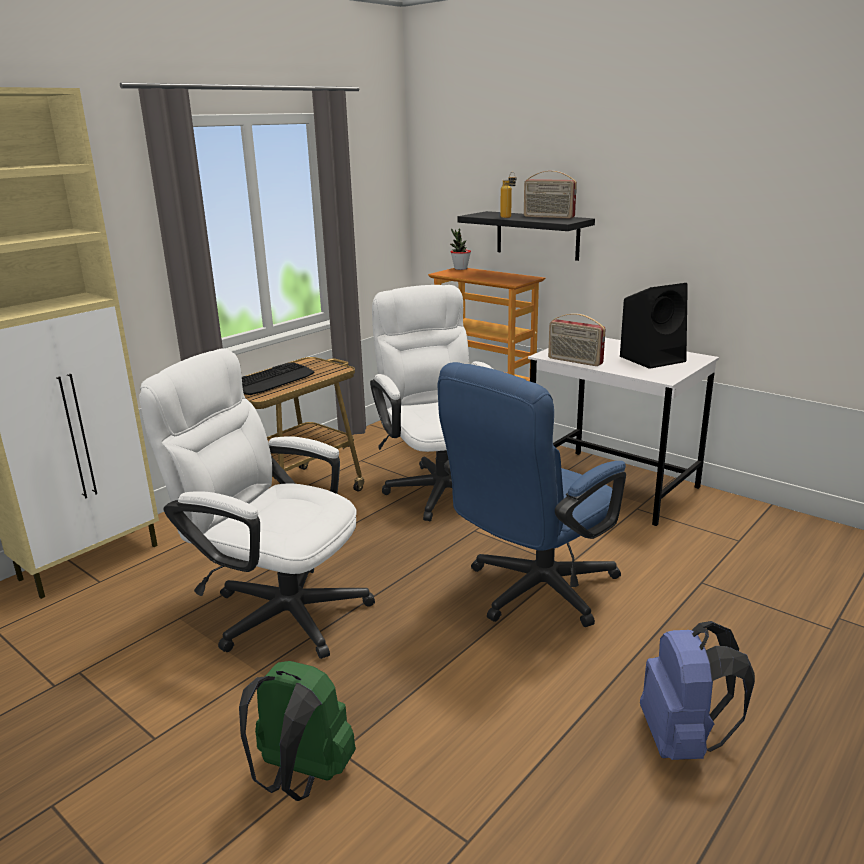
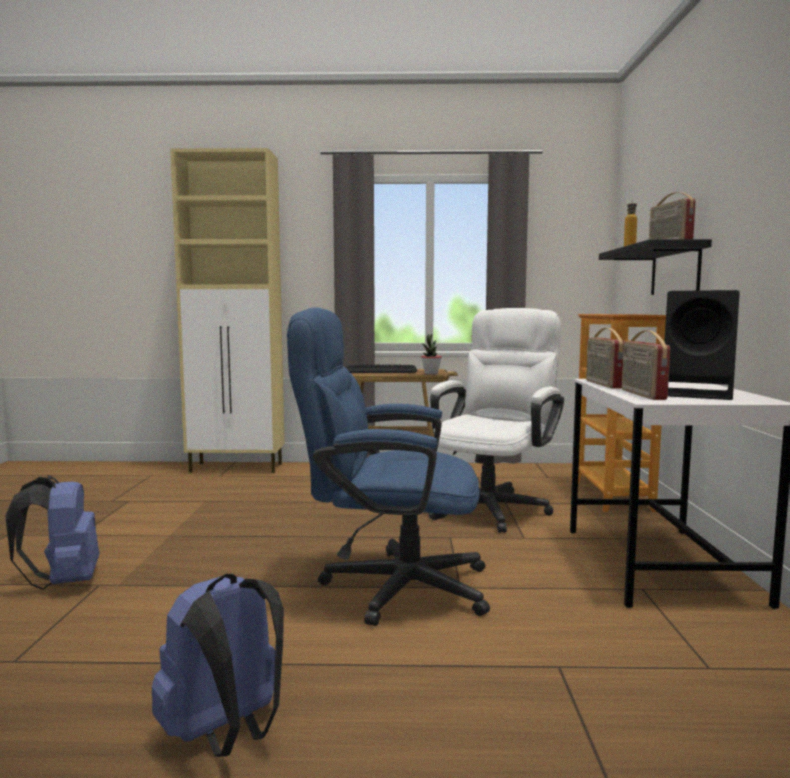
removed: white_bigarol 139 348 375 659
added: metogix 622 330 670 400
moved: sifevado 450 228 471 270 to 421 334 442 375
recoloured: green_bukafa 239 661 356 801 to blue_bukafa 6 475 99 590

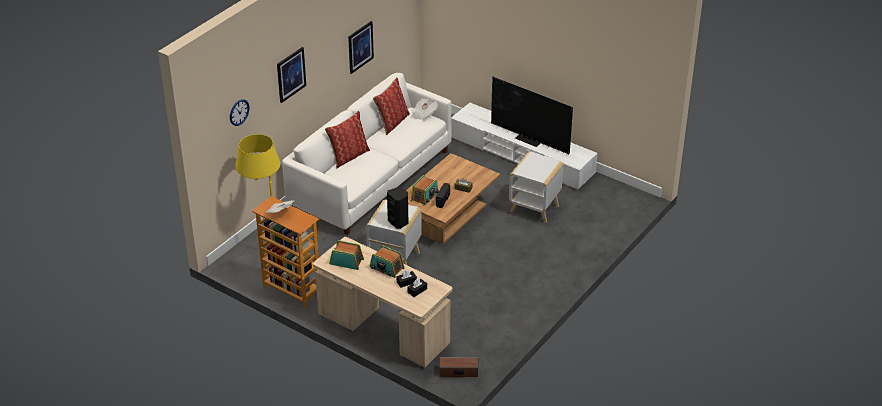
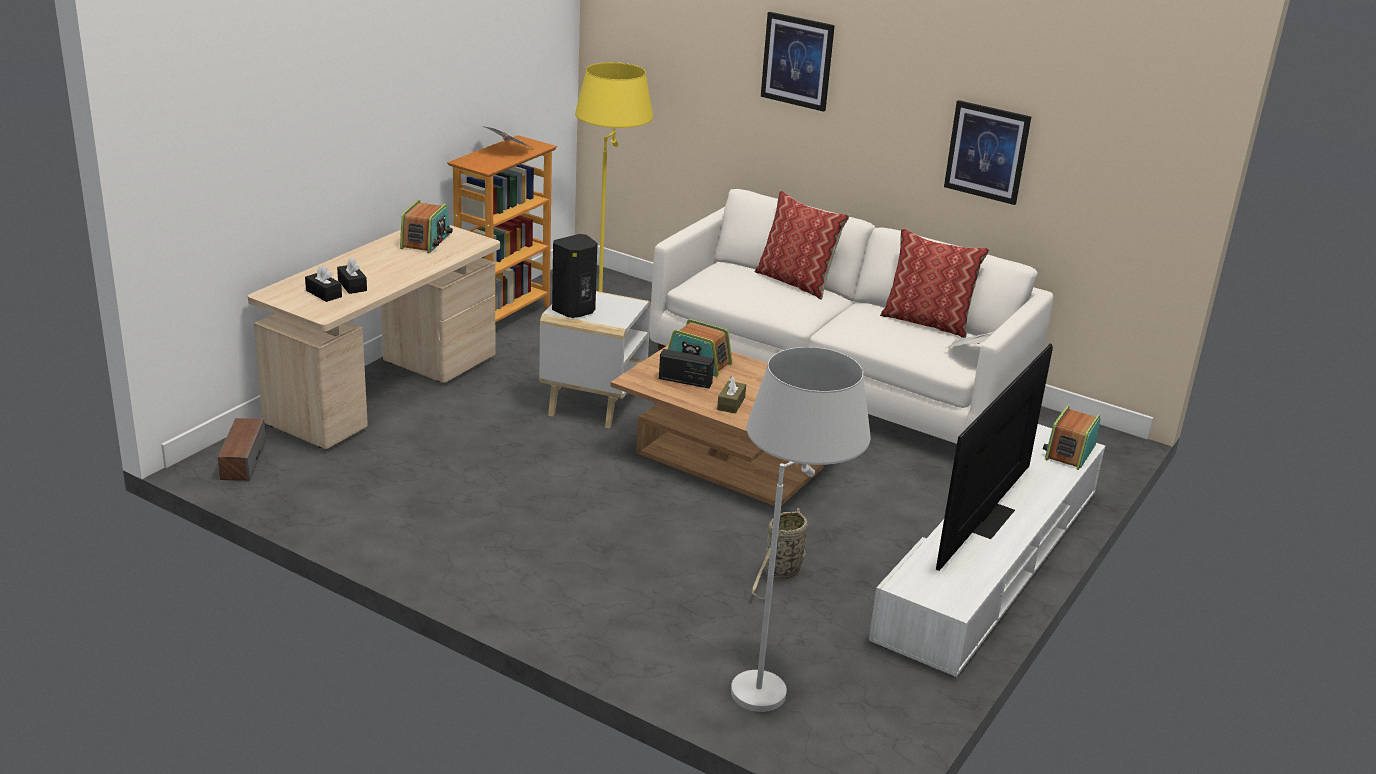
removed: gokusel 230 99 249 126
added: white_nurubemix 731 347 870 712
moved: metogix 370 245 405 278 to 1043 405 1100 470
replaced: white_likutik 509 152 563 223 to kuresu 752 508 808 599

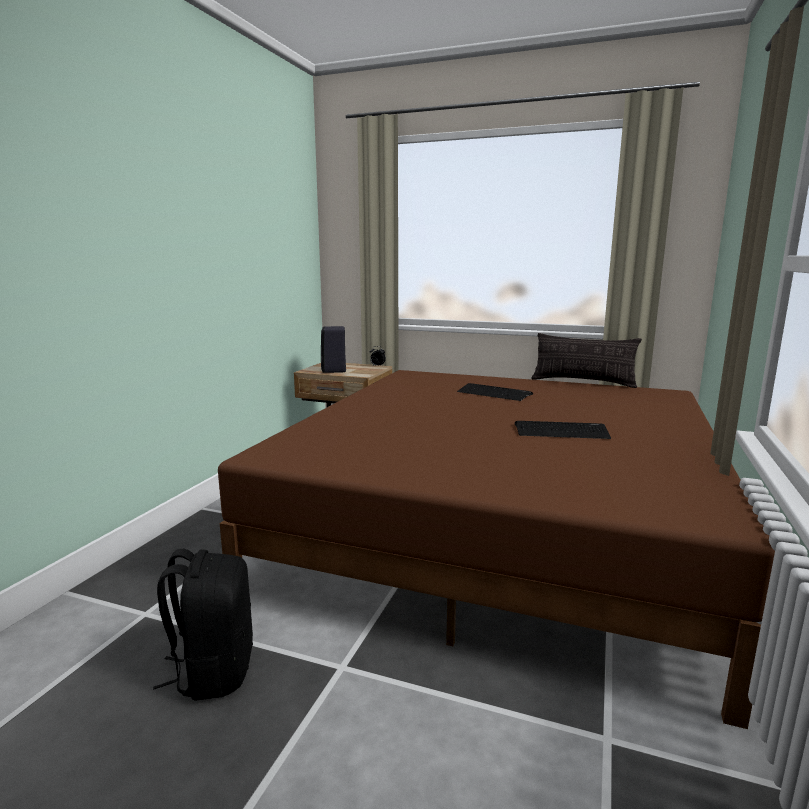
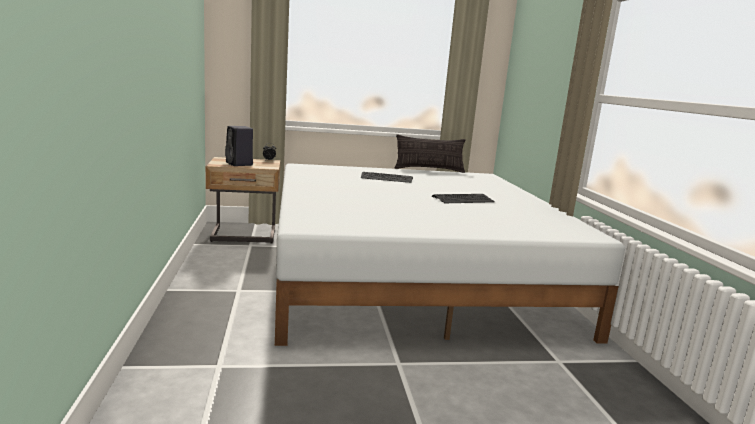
removed: black_bukafa 153 549 253 701
recoloured: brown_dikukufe 218 370 775 729 to white_dikukufe 275 163 625 346

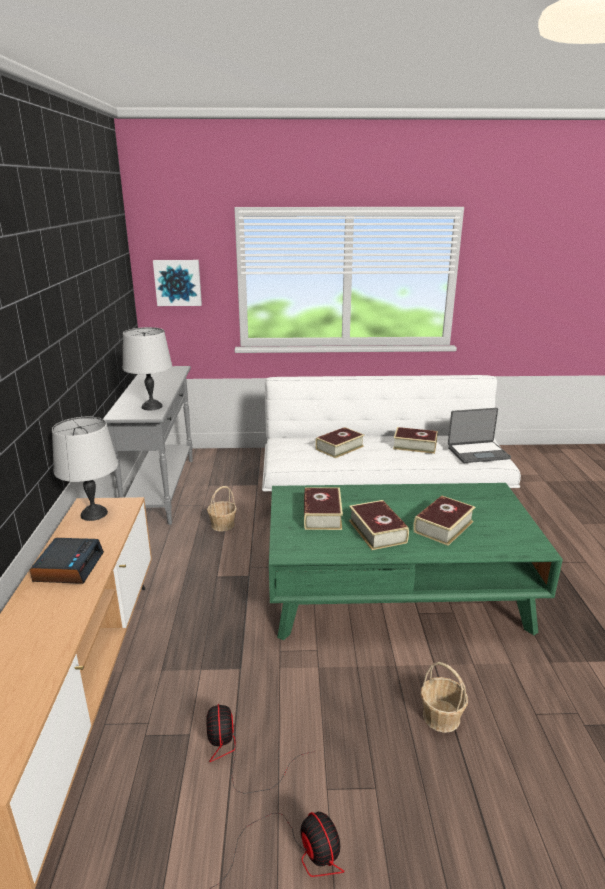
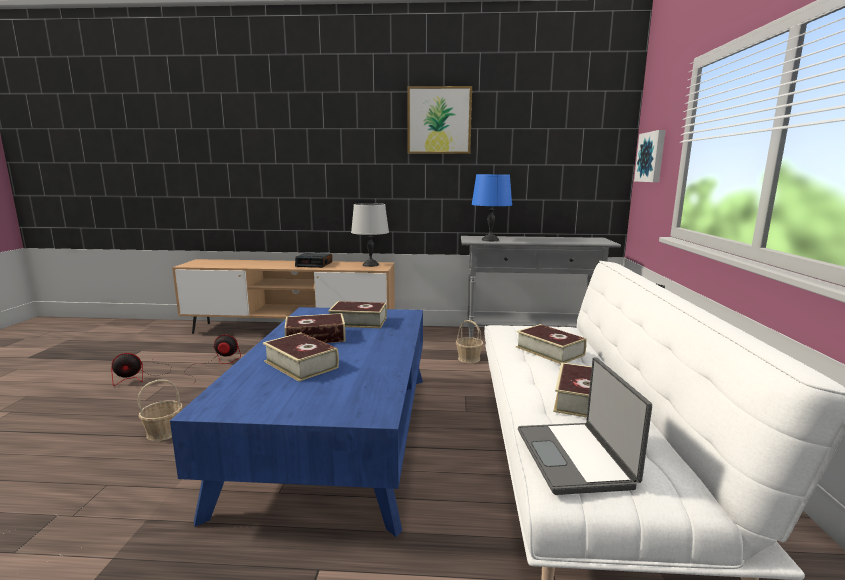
added: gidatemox 407 86 472 154
recoloured: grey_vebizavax 123 327 172 411 to blue_vebizavax 472 174 512 241; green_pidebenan 269 483 563 640 to blue_pidebenan 170 307 423 537

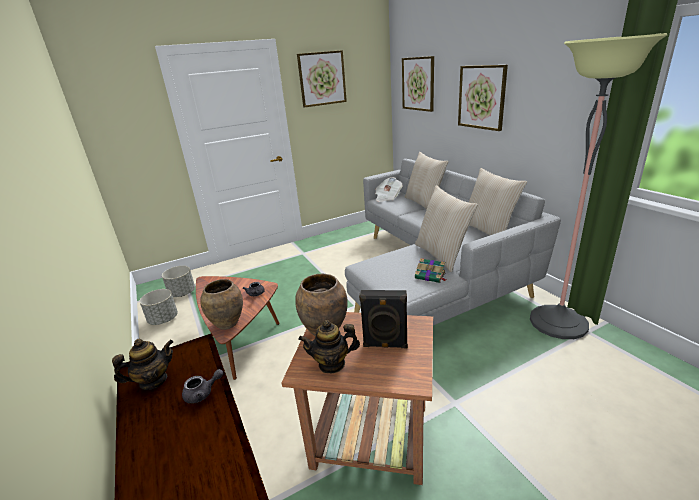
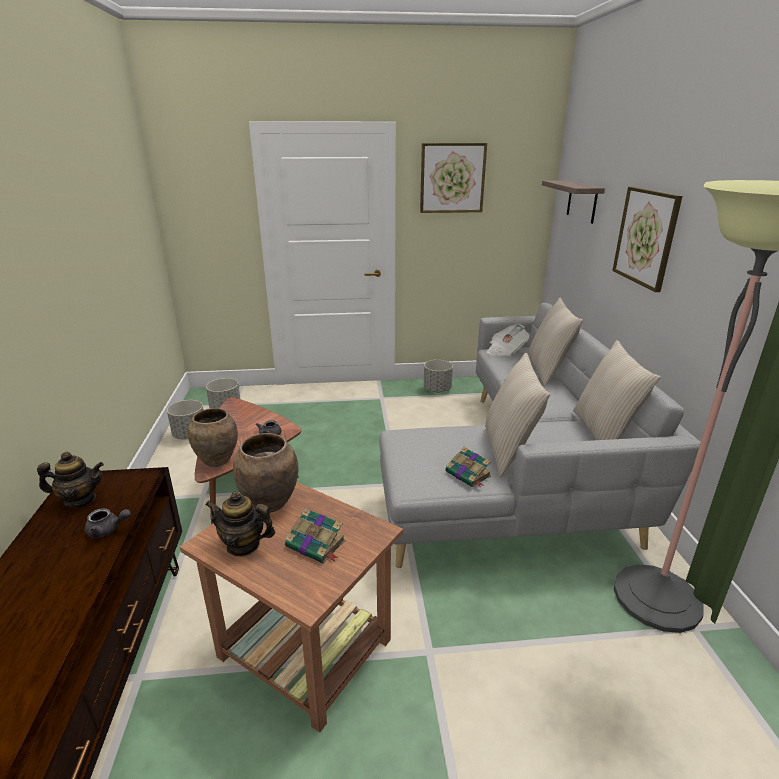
added: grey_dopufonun 424 360 453 392
replaced: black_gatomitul 359 290 408 348 to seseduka 285 508 346 563; gidatemox 402 56 434 112 to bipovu 542 180 605 224

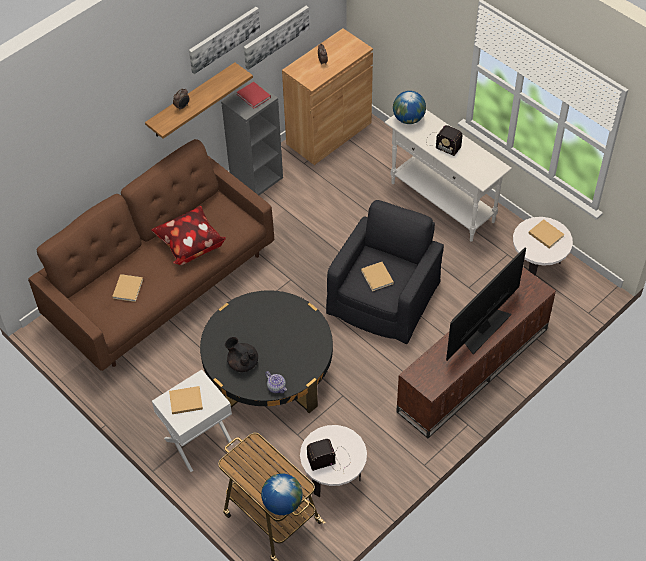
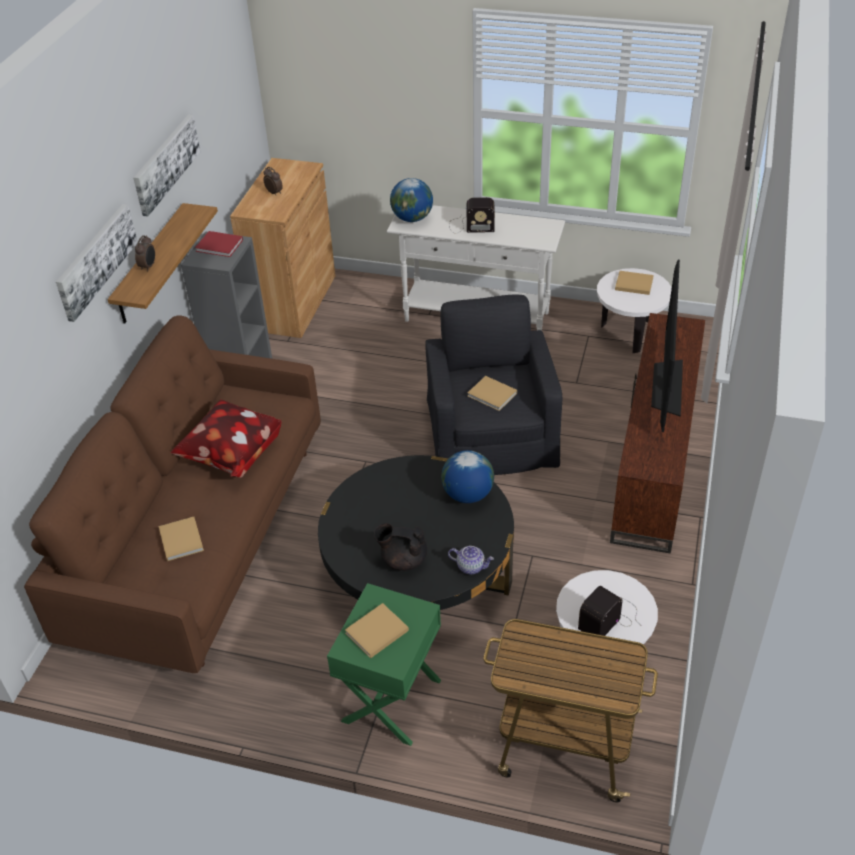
moved: gidatemox 244 6 309 70 to 56 204 138 322; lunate 261 473 303 515 to 441 450 494 503
recoloured: white_likutik 152 370 233 472 to green_likutik 327 583 441 746

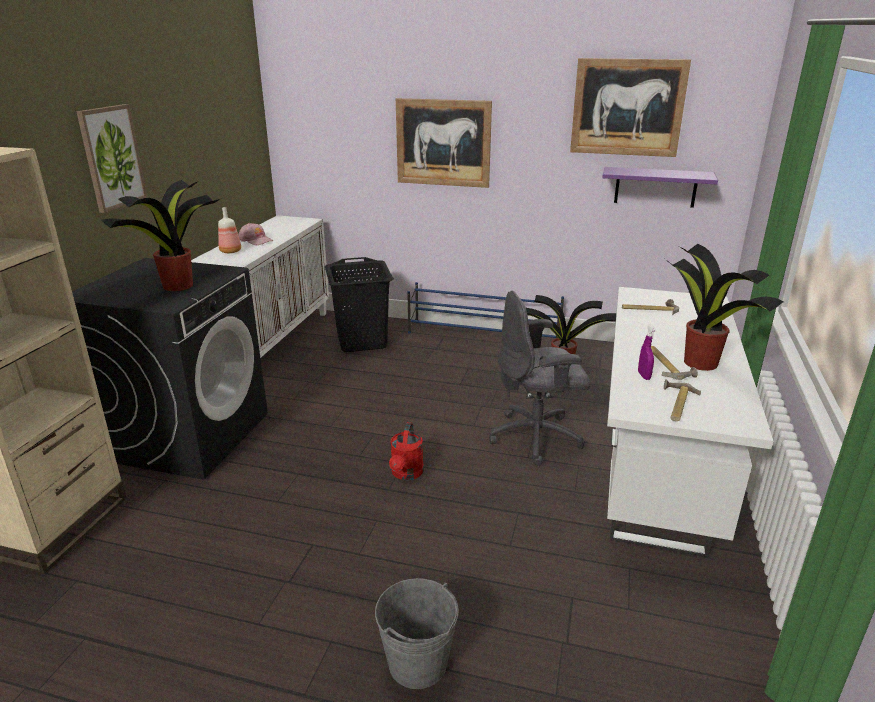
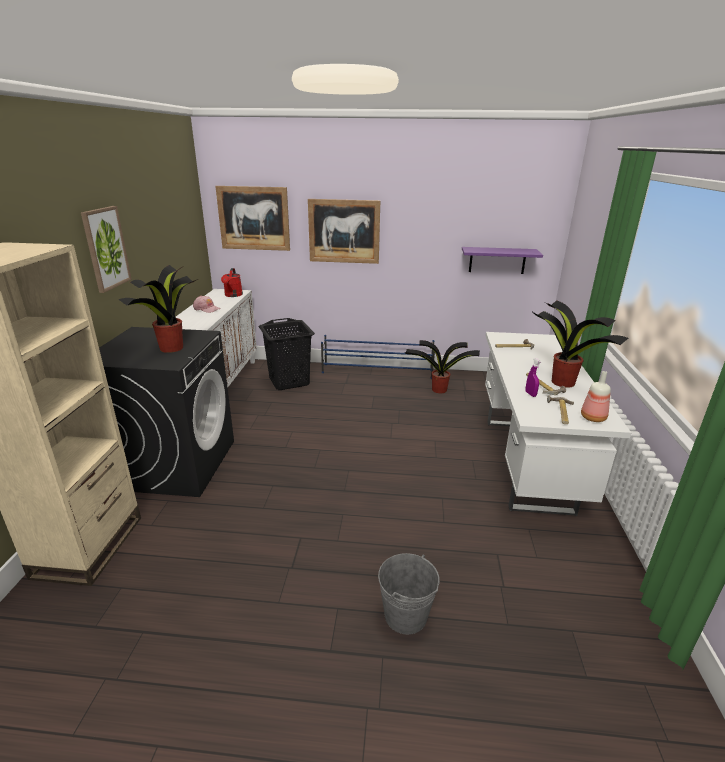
removed: grey_bigarol 489 290 590 466
moved: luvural 218 207 241 253 to 581 371 611 422; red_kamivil 389 422 424 480 to 221 268 243 297; gidatemox 570 58 691 157 to 215 186 290 251

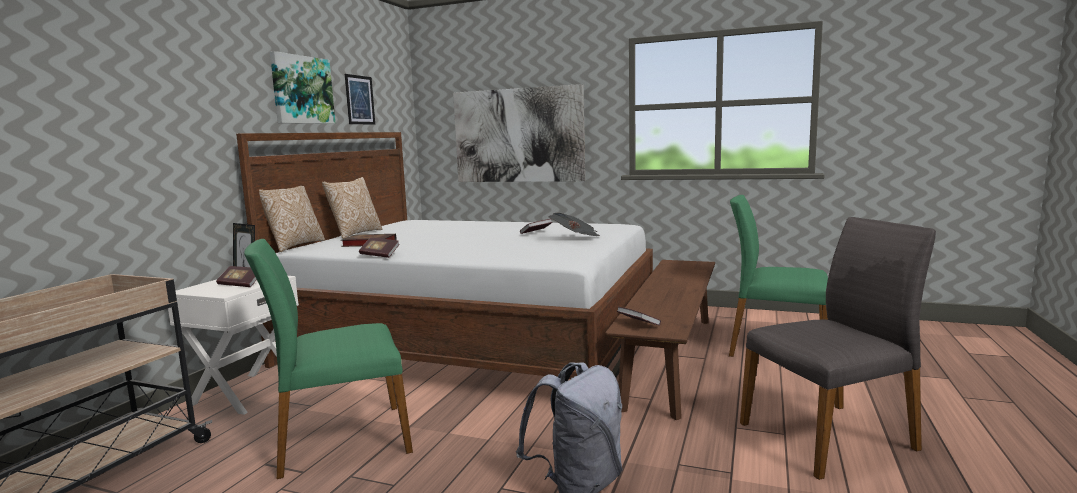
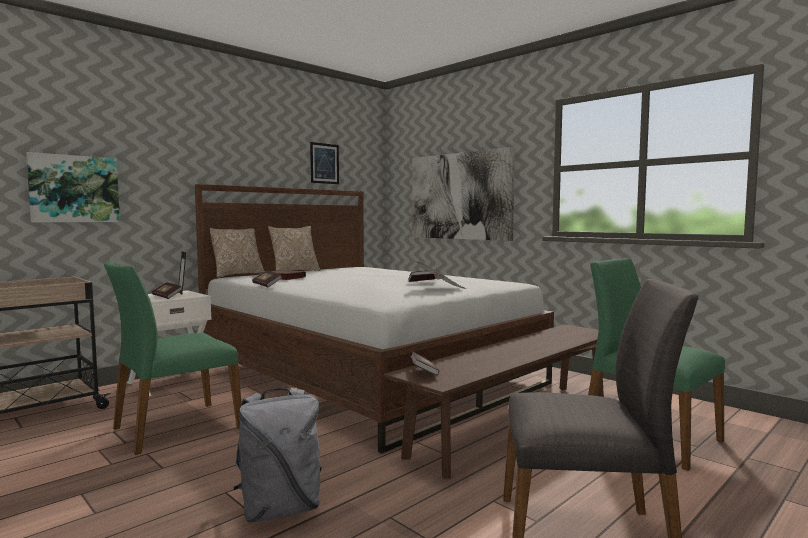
moved: gidatemox 270 51 336 124 to 26 152 120 222
turned: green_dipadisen 244 239 413 479 = 104 261 242 455 45 degrees counterclockwise

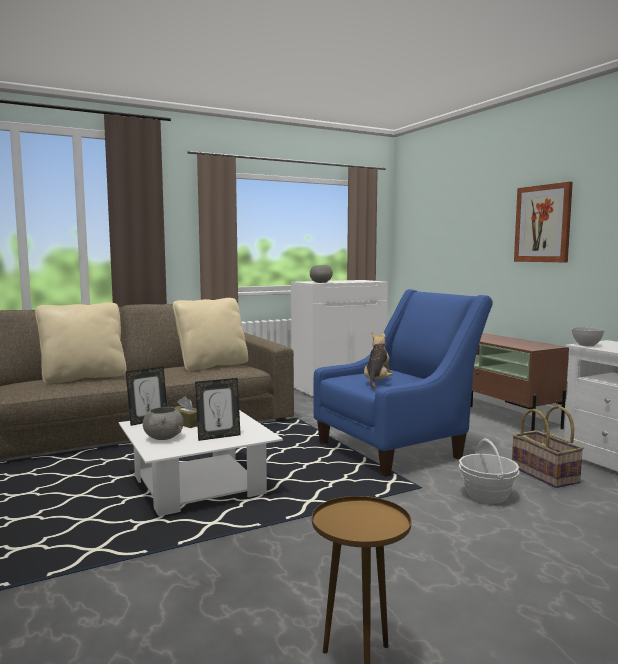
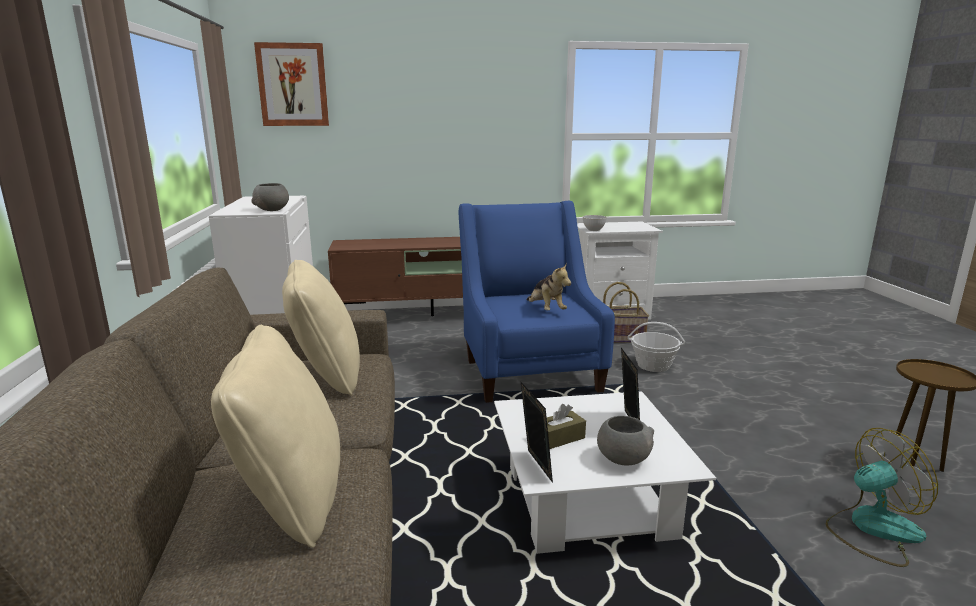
added: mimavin 826 428 938 567
moved: gidatemox 514 182 573 262 to 254 42 329 126
turned: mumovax 364 332 393 390 = 527 263 571 310 150 degrees counterclockwise

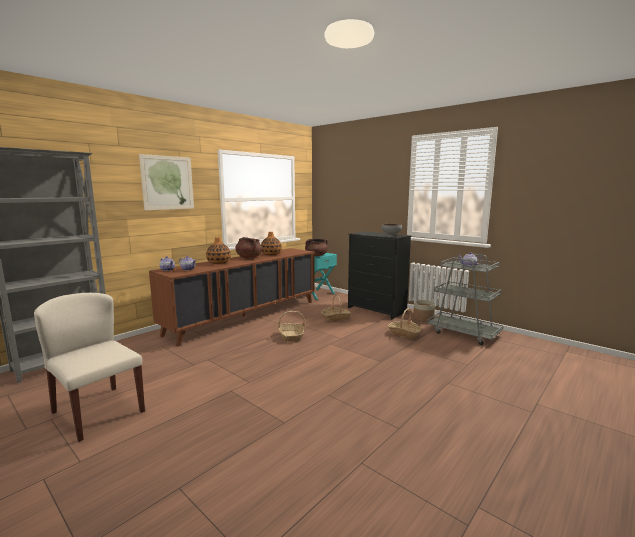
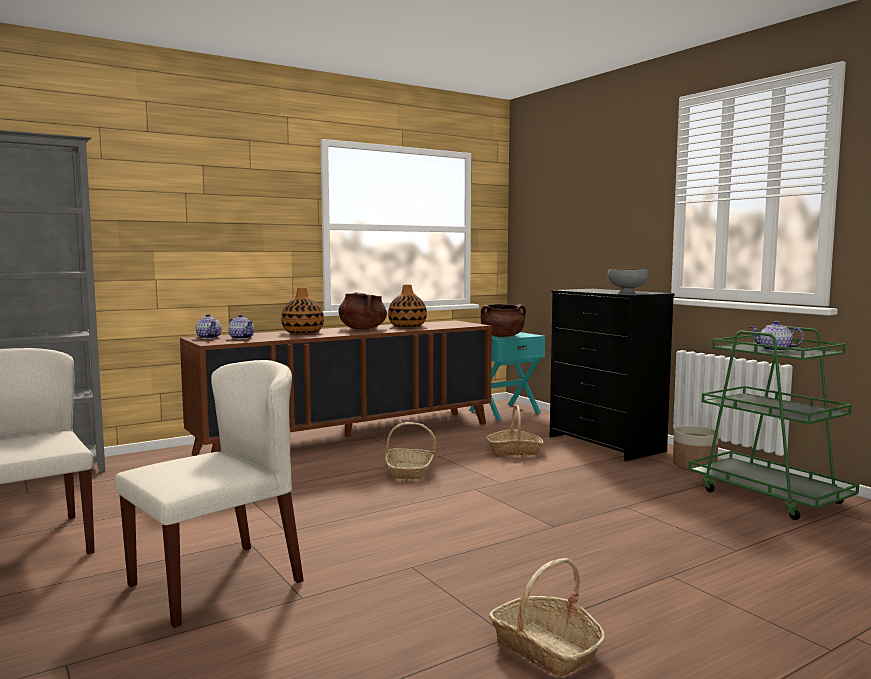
removed: gidatemox 139 154 194 210
added: beige_dipadisen 114 360 304 628
moved: kuresu 388 308 422 339 to 488 558 605 676
recoloured: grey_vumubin 427 254 504 345 to green_vumubin 688 326 859 520

